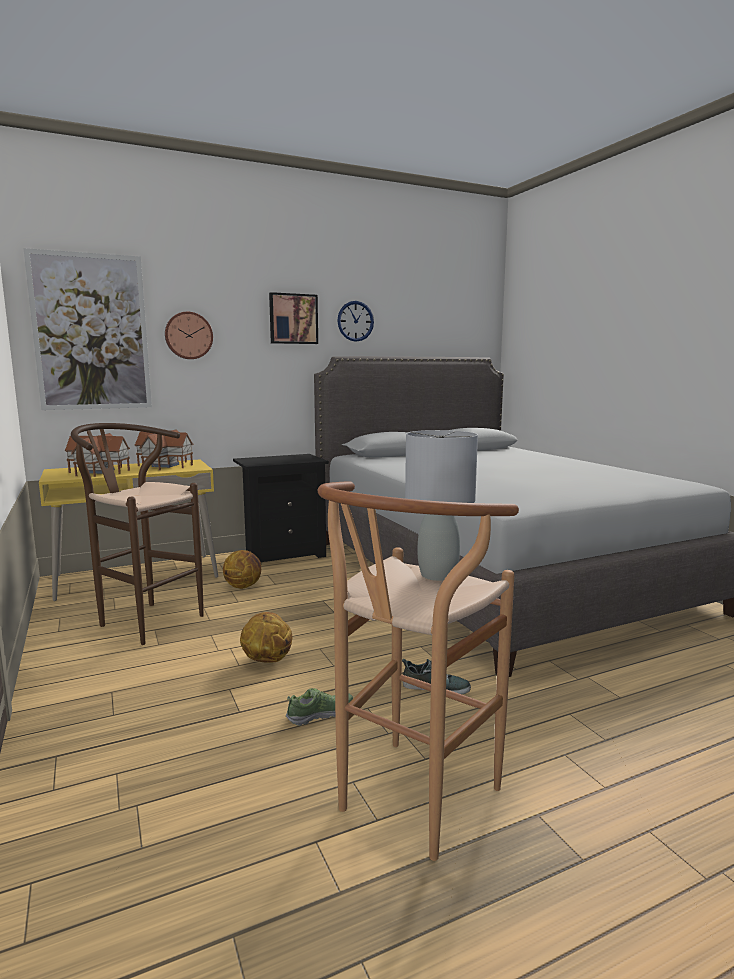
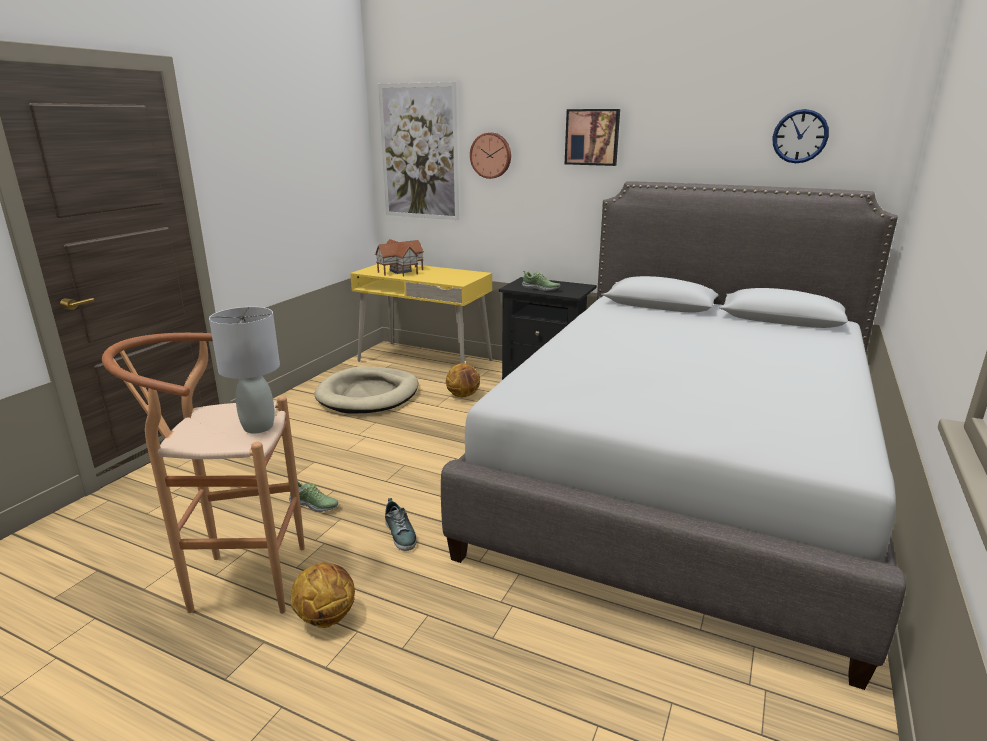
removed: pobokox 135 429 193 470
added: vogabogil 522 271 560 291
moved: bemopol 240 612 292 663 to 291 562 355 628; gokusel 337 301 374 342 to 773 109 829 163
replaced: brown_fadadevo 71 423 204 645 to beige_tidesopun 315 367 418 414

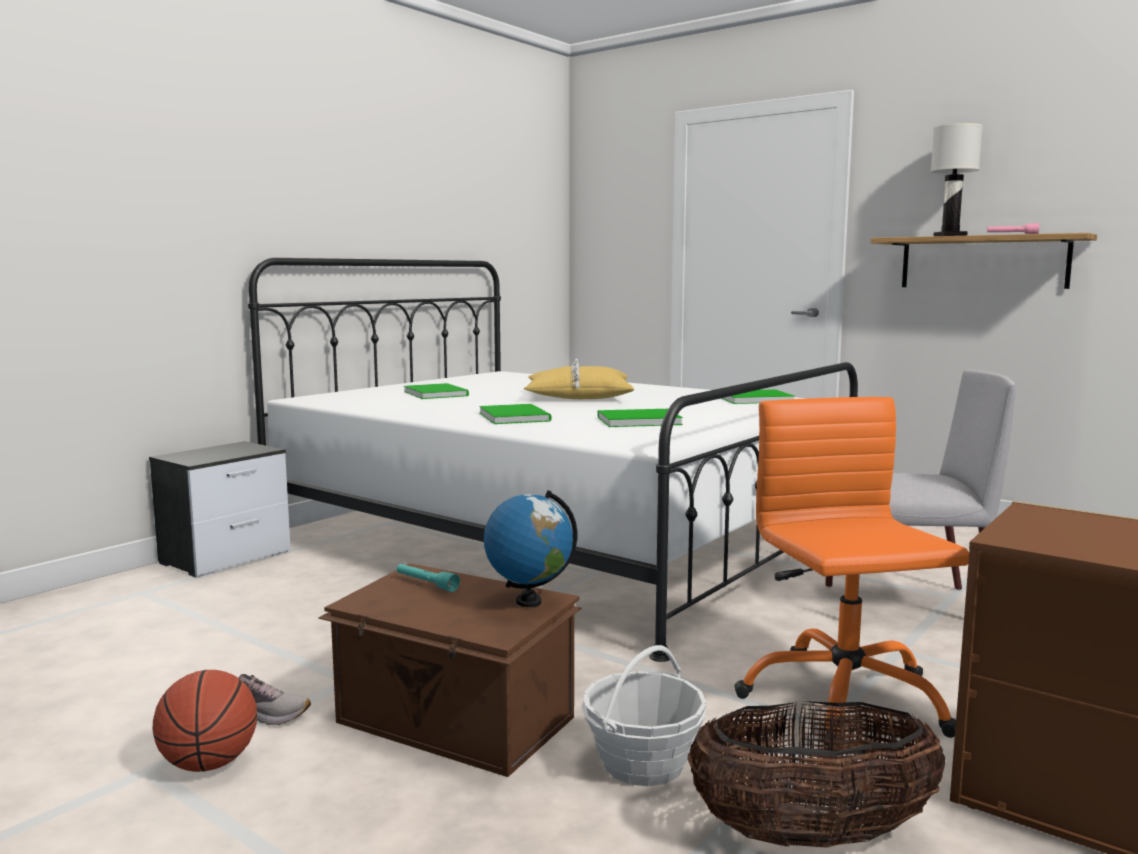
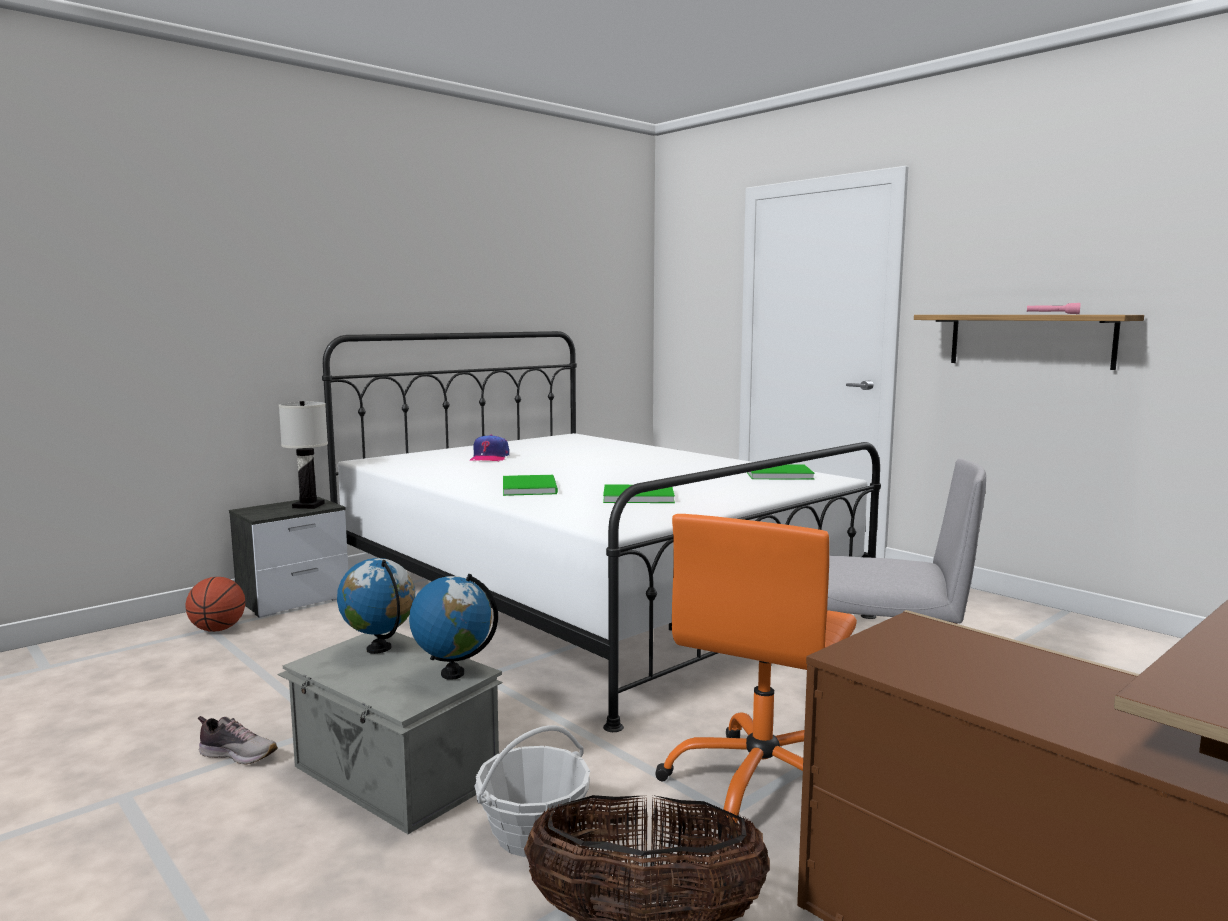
removed: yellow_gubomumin 524 359 634 399
moved: bemopol 153 670 257 772 to 186 577 245 632; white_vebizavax 931 123 983 236 to 279 401 328 509
replaced: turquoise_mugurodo 397 564 460 592 to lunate 337 558 415 654; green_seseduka 404 383 469 399 to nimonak 470 435 509 461
recoloured: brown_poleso 318 563 582 777 to grey_poleso 278 631 503 834
turned: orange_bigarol 735 397 969 746 = 655 514 857 839 150 degrees counterclockwise

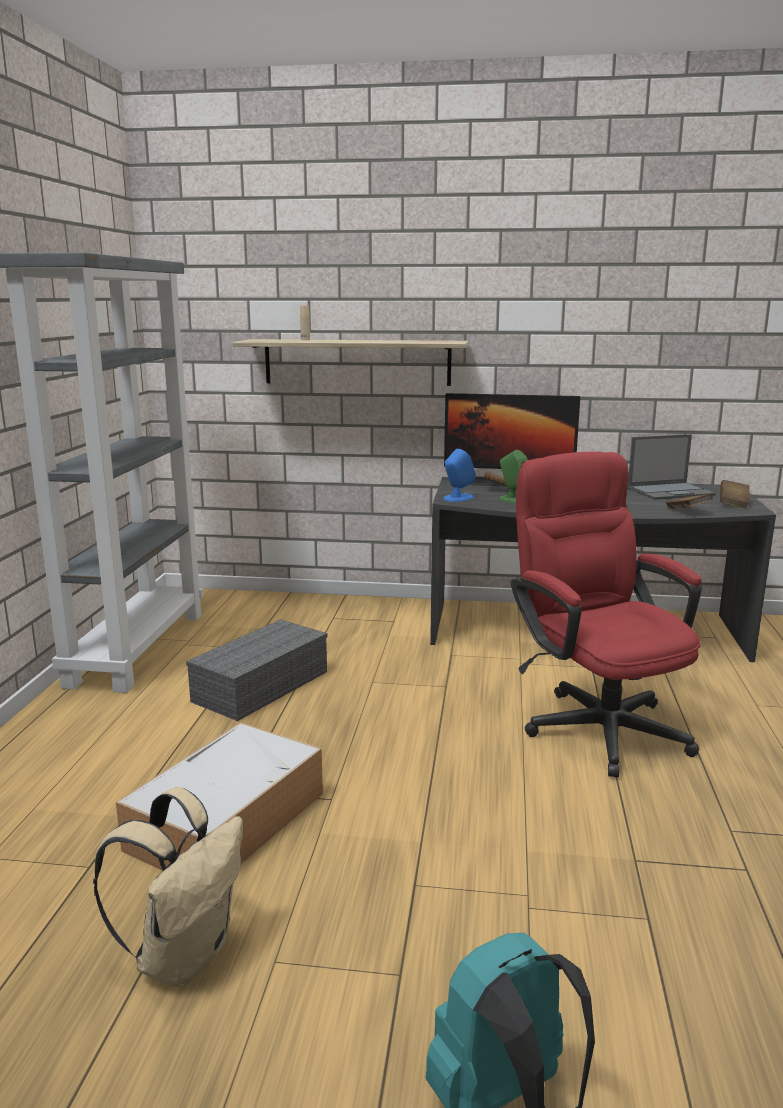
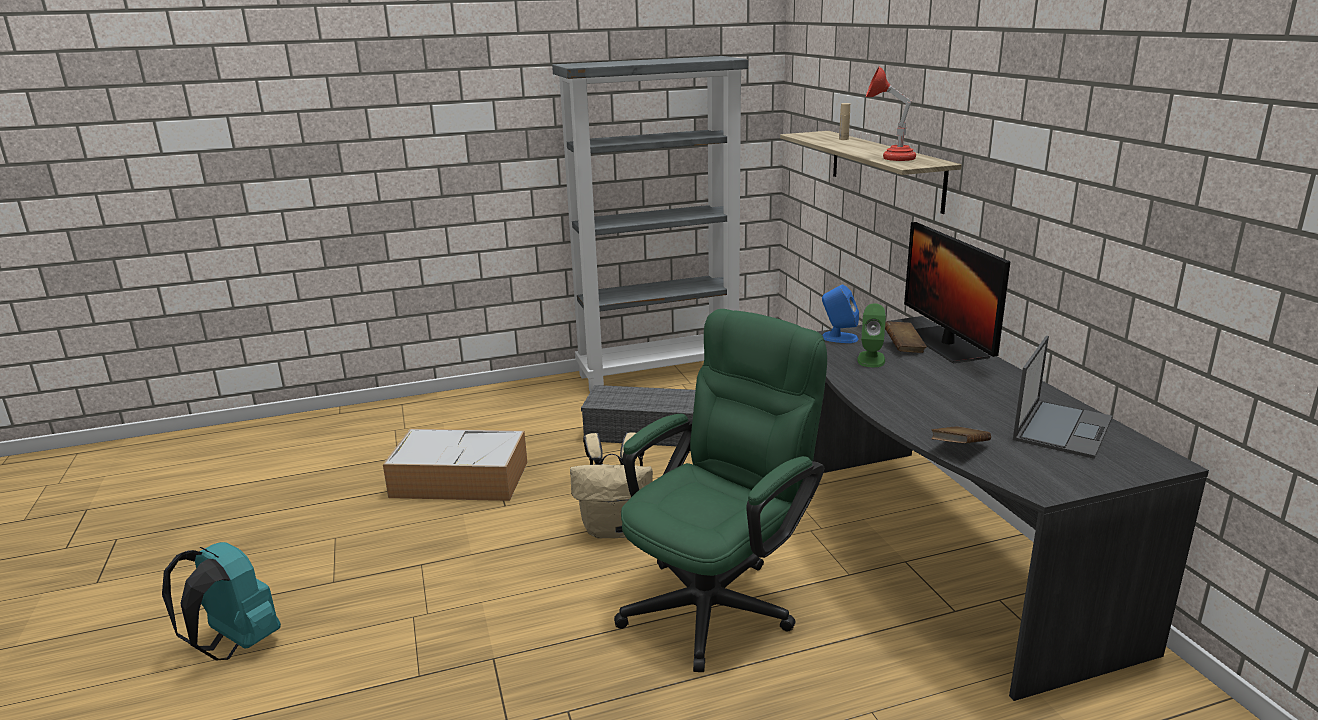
removed: brown_seseduka 720 480 750 508
added: red_vebizavax 866 67 916 161
moved: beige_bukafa 93 787 243 987 to 570 432 653 538
recoloured: red_bigarol 511 452 702 778 to green_bigarol 614 309 827 672
turned: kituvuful 628 434 716 500 = 1013 336 1112 459 105 degrees counterclockwise

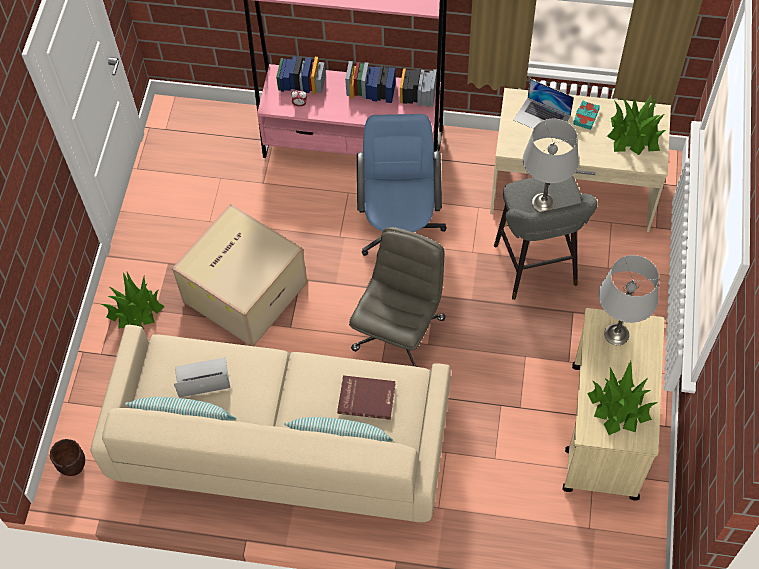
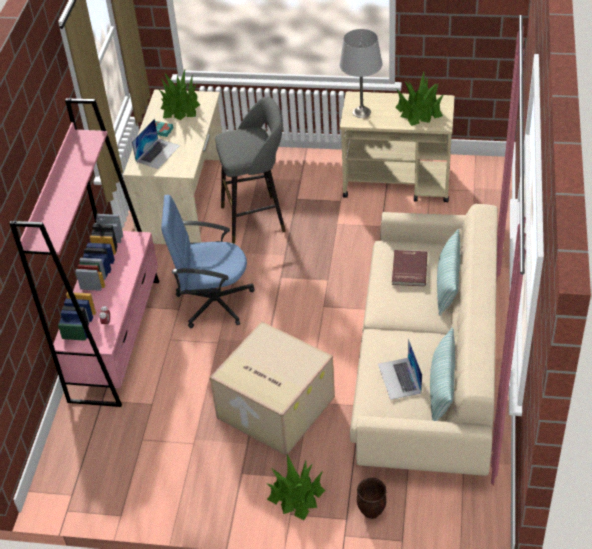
removed: grey_bigarol 349 227 446 367; grey_vebizavax 523 119 579 212
moved: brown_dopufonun 50 439 85 476 to 357 478 386 519

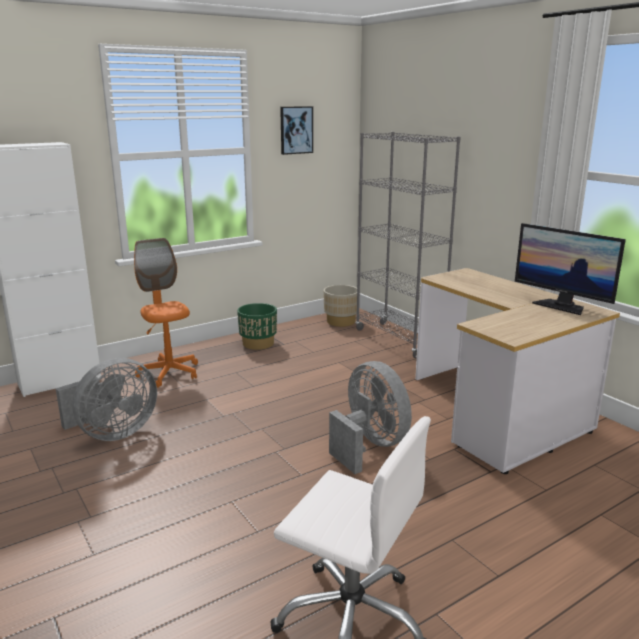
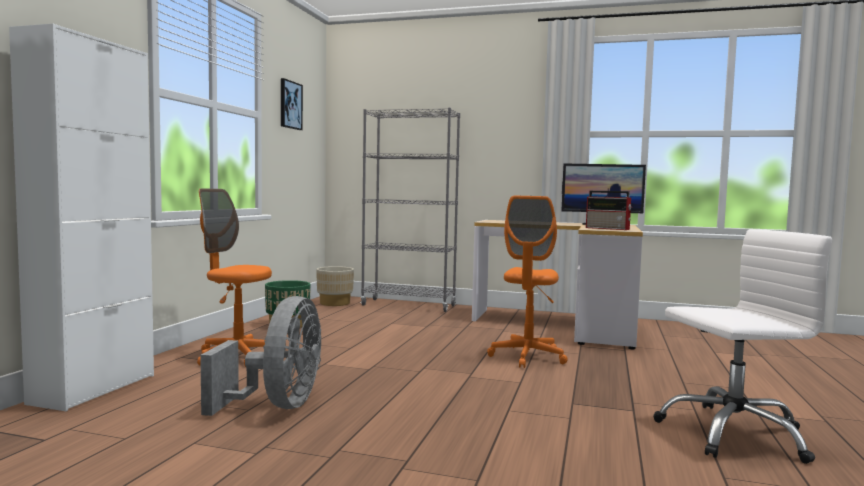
added: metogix 586 191 632 230
replaced: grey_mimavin 329 361 412 474 to orange_bigarol 487 196 568 368

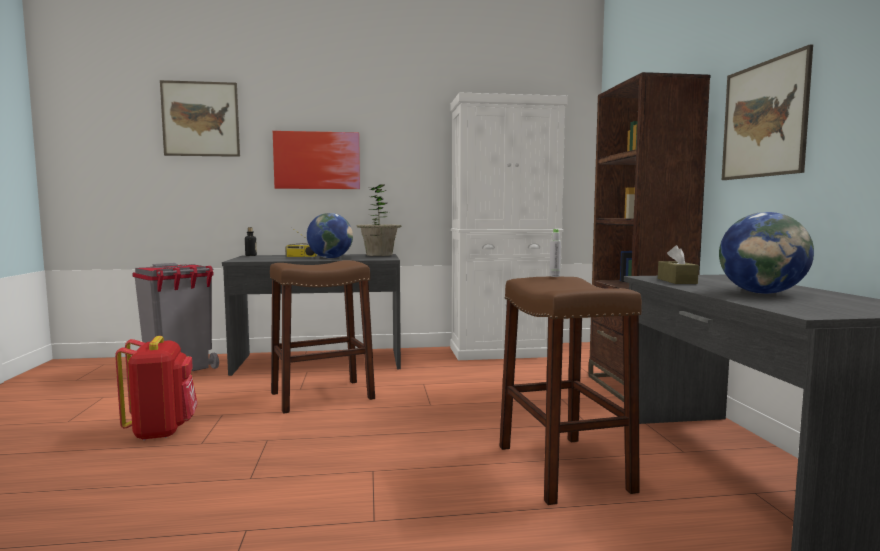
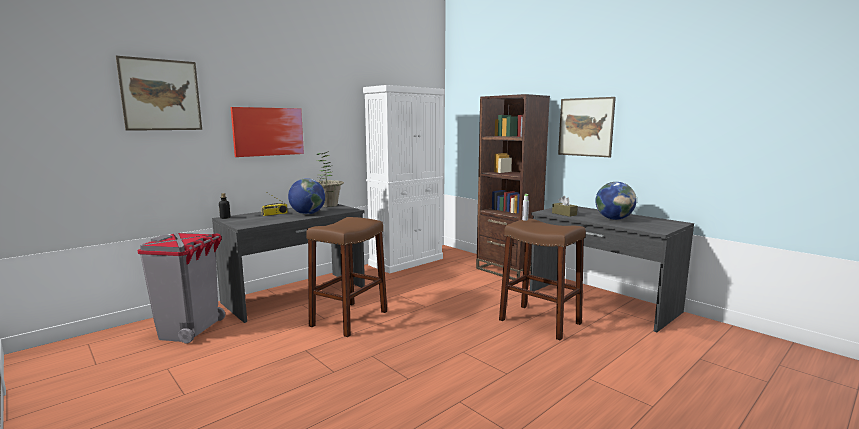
removed: red_bukafa 115 336 198 441

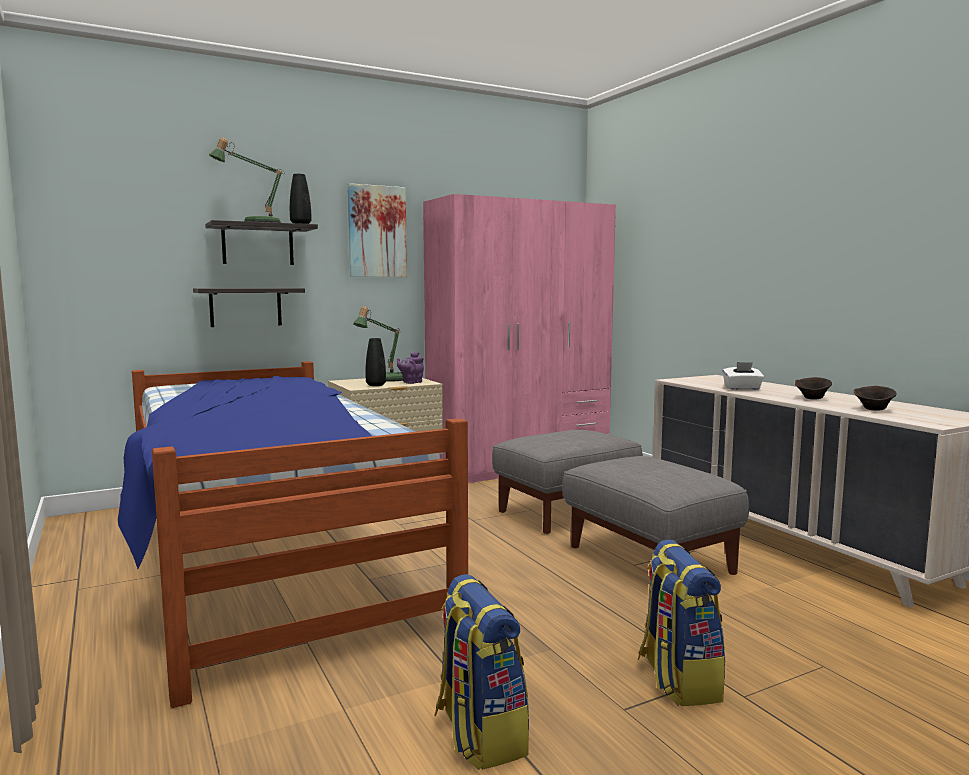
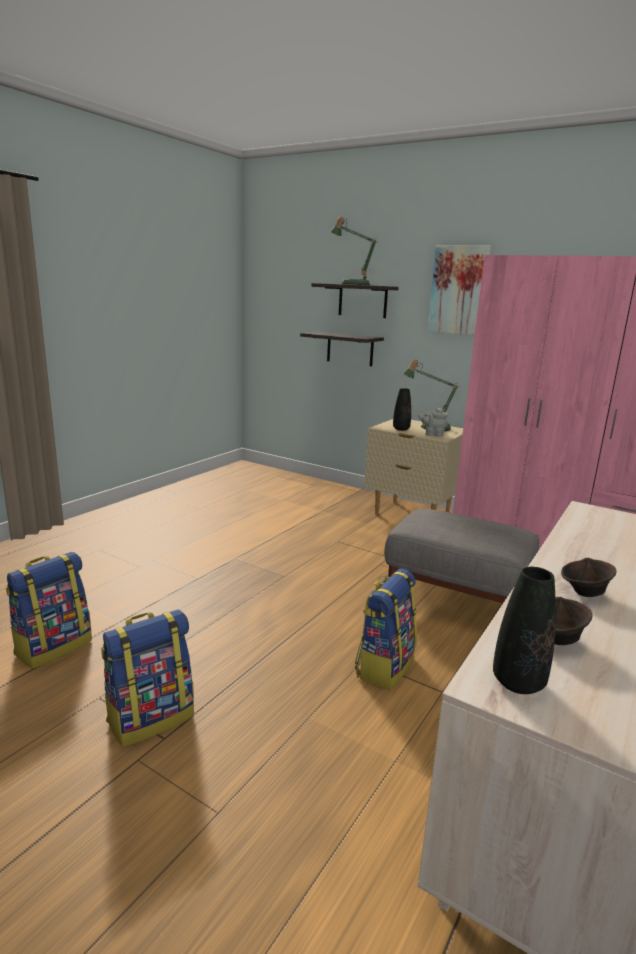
removed: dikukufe 118 361 468 708; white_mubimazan 722 362 764 390
moved: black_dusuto 290 174 311 224 to 493 567 556 694
replaced: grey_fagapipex 562 456 749 575 to bukafa 355 569 417 690
recoloured: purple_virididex 397 352 424 384 to grey_virididex 418 408 448 437

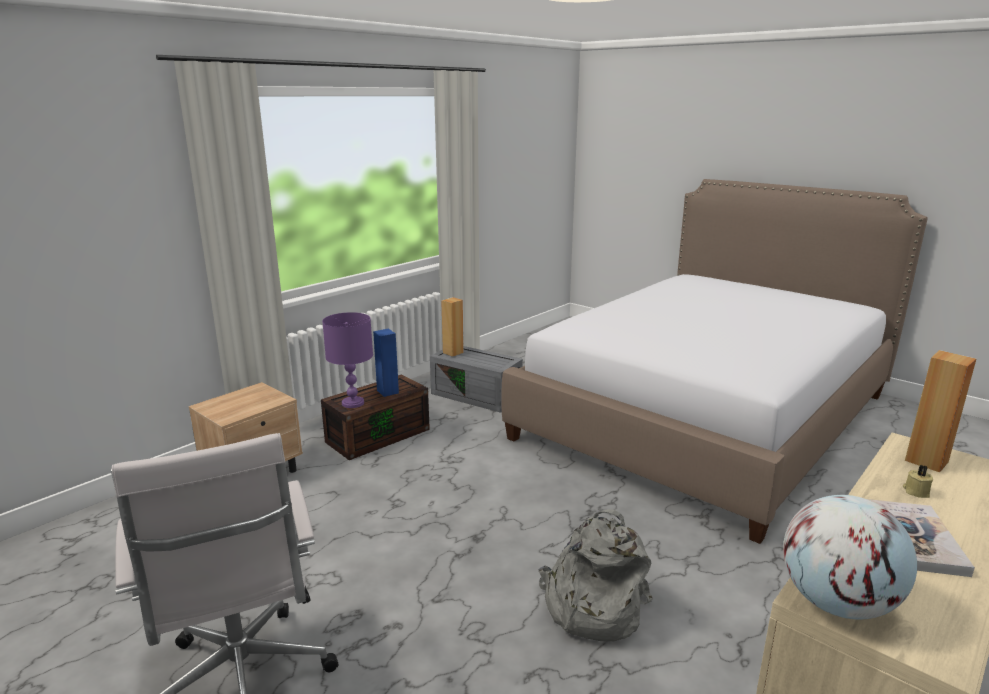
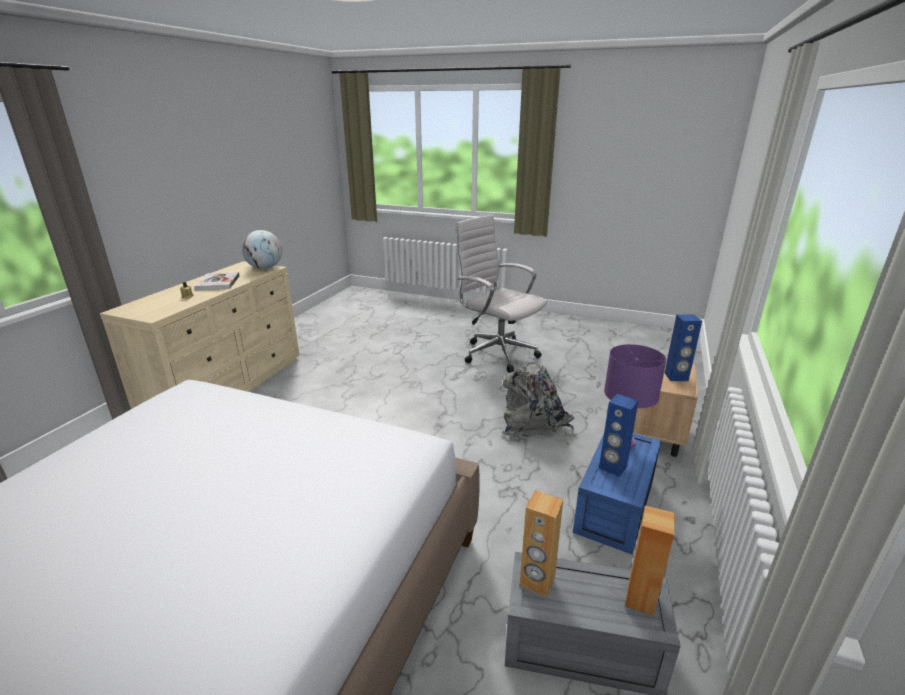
added: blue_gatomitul 665 315 702 381
moved: grey_bukafa 539 509 653 642 to 502 362 574 445; brown_gatomitul 905 350 976 473 to 520 490 563 597
recoloured: brown_poleso 321 374 430 460 to blue_poleso 573 433 661 554

